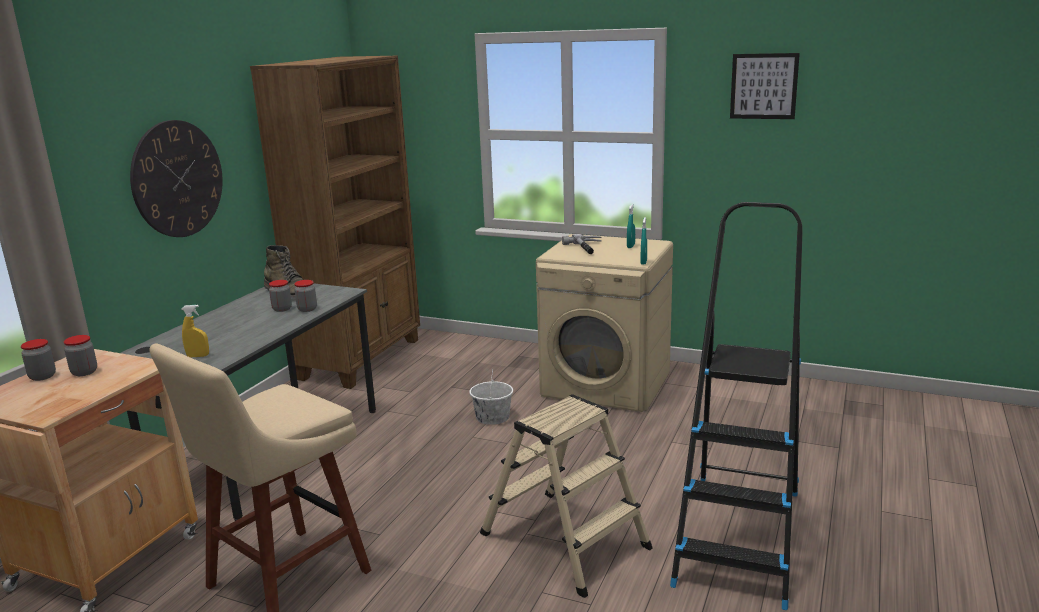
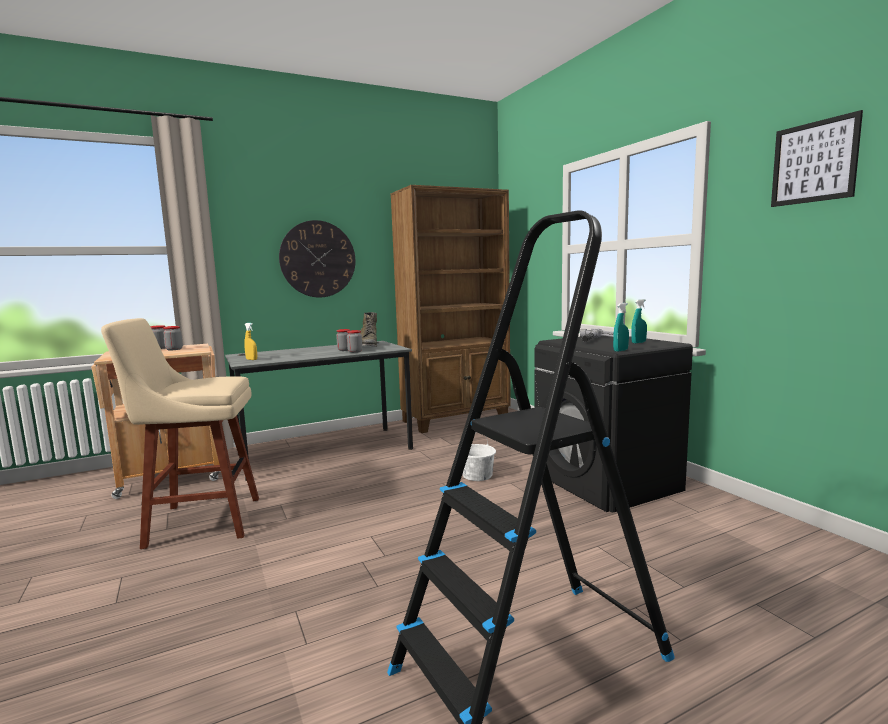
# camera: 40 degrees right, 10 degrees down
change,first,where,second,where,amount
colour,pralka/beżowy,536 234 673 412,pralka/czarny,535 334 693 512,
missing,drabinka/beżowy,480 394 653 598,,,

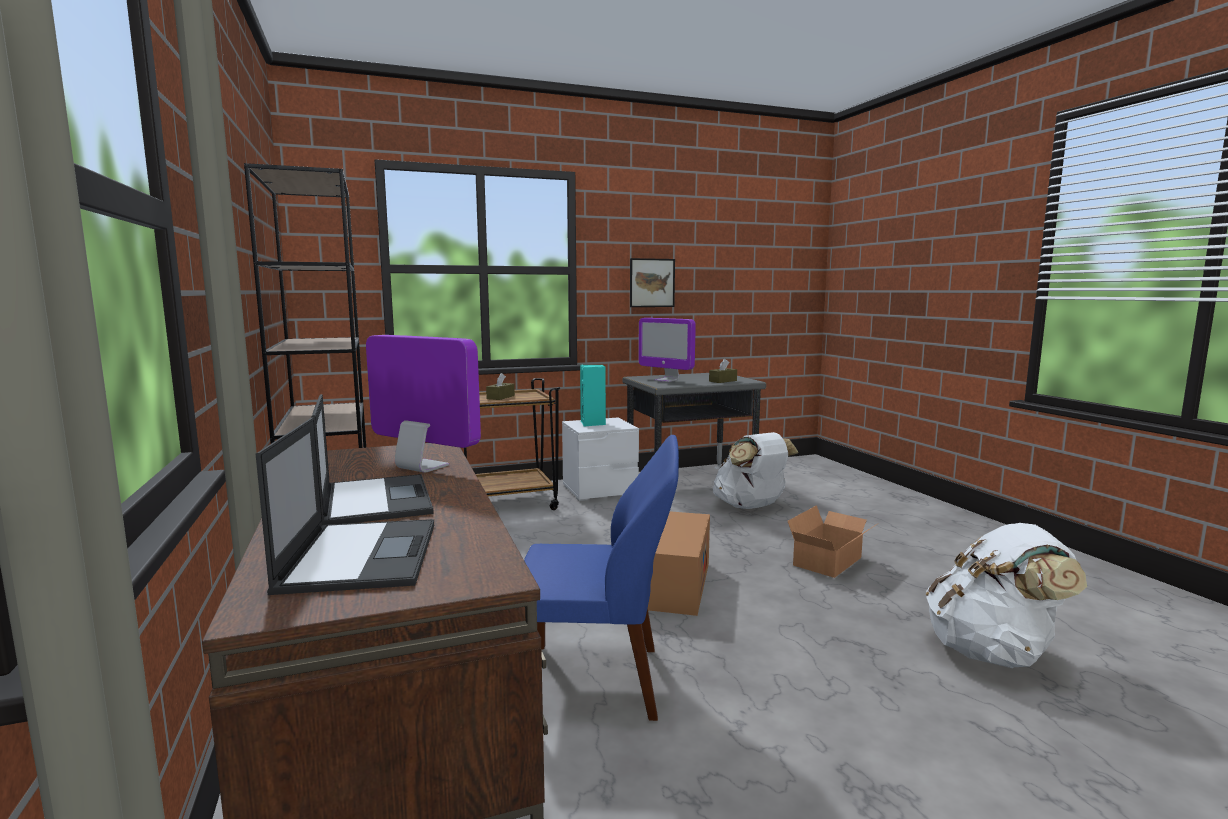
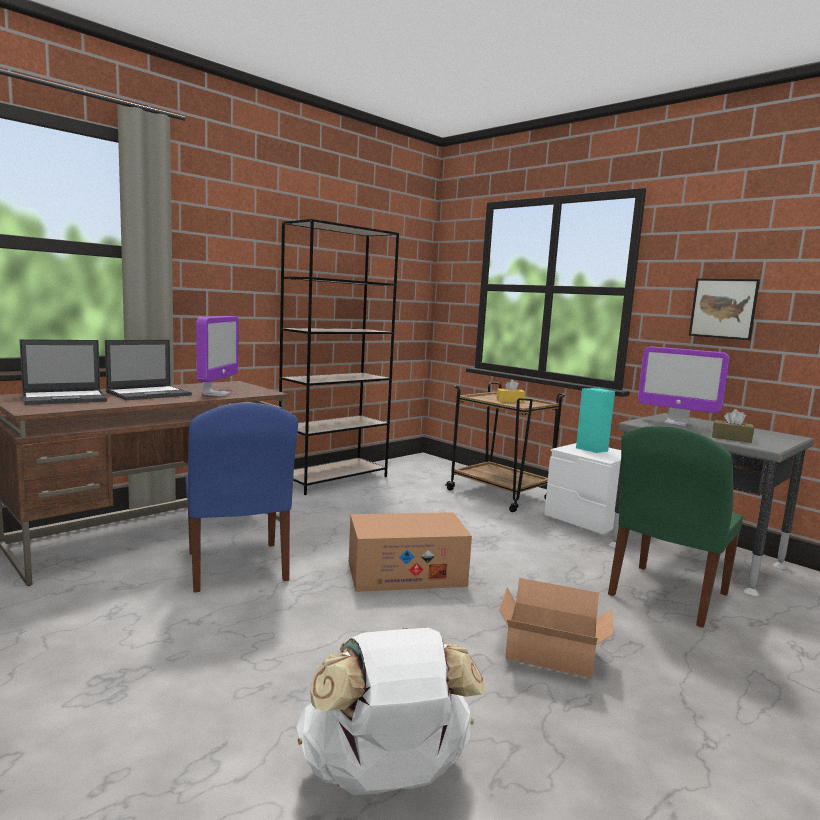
# camera: 65 degrees right, 0 degrees up
change,first,where,second,where,amount
spun,monitor,638 318 696 382,,638 347 730 426,75 degrees counterclockwise
colour,pudełko chusteczek/brązowy,486 373 515 400,pudełko chusteczek/żółty,496 379 525 403,
exchanged,plecak/biały,713 432 798 509,krzesło/zielony,608 426 743 628,

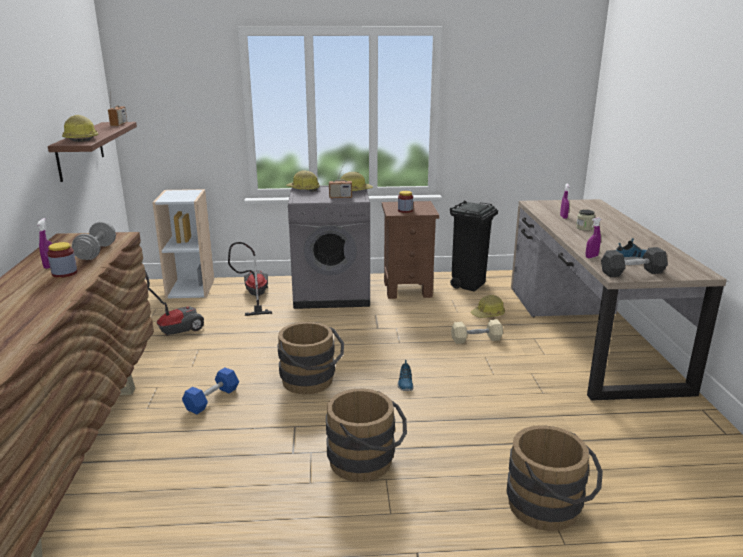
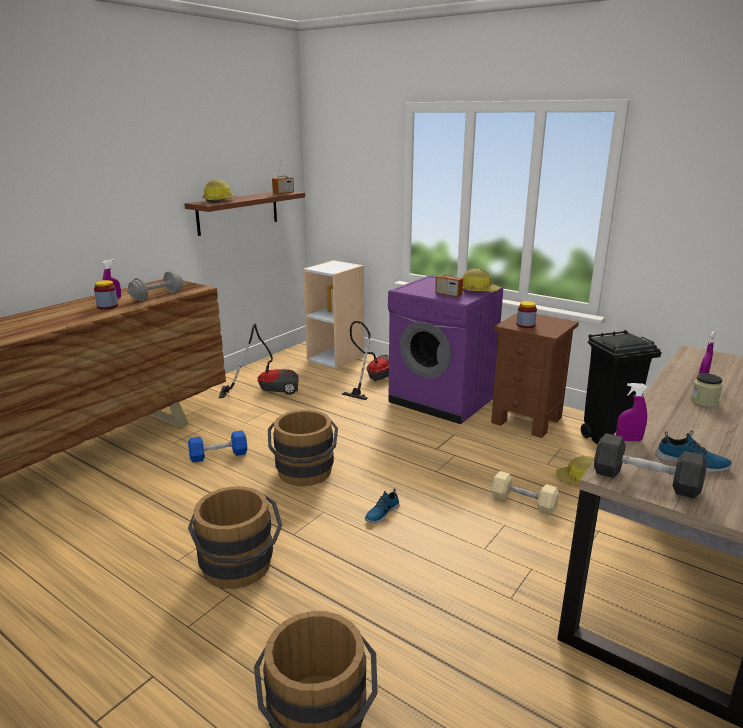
# camera: 40 degrees right, 0 degrees up
change,first,where,second,where,amount
missing,kask,286 170 320 192,,,
colour,pralka/szary,288 185 370 309,pralka/fioletowy,388 275 503 424,

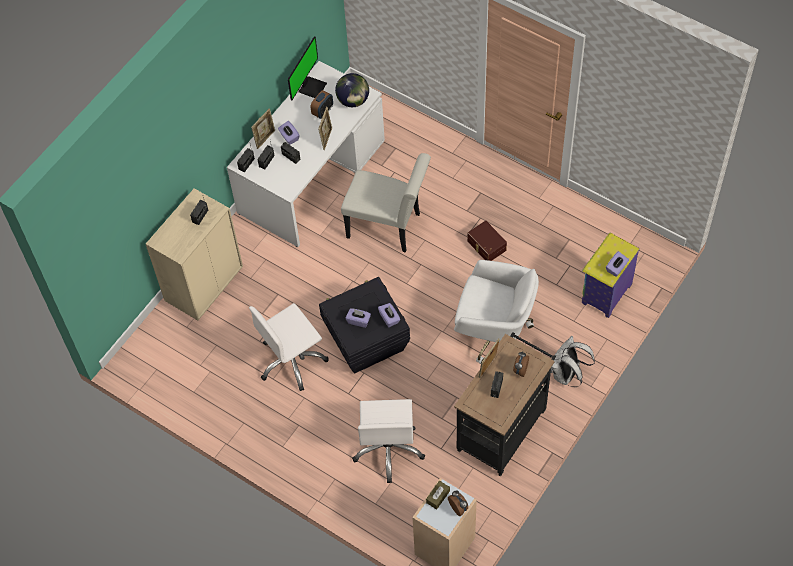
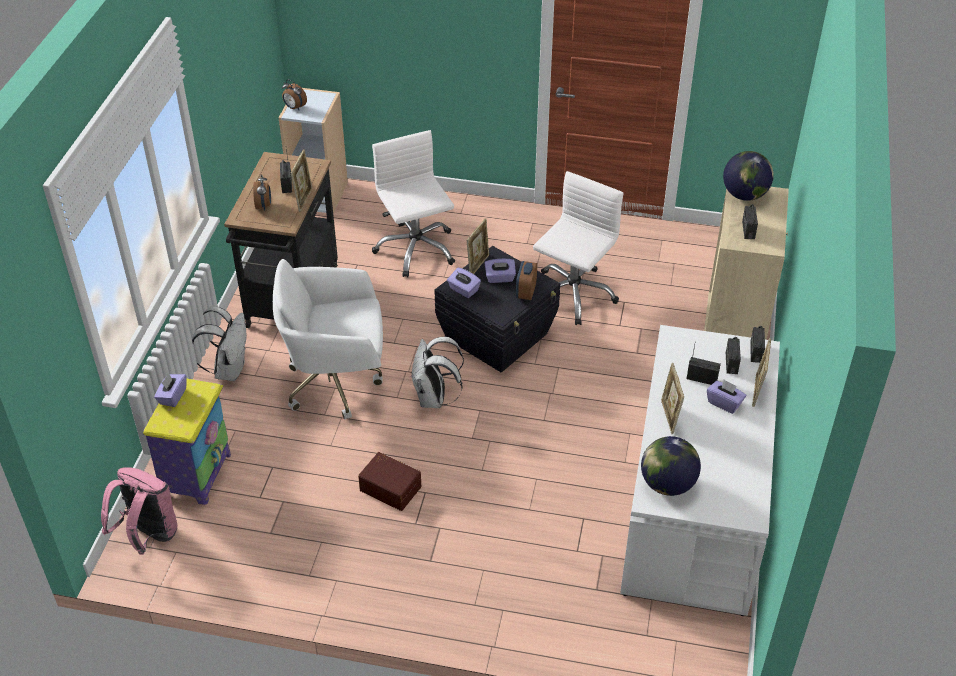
# camera: 155 degrees right, 15 degrees down
change,first,where,second,where,amount
missing,monitor,288 36 327 100,,,
relocated,budzik,311 90 333 119,,516 261 537 300,
missing,krzesło/biały,341 153 431 253,,,
missing,pudełko chusteczek/brązowy,426 481 450 510,,,
appeared,,,globus,723 151 774 201,
appeared,,,ramka na zdjęcie,467 218 489 274,
appeared,,,plecak/biały,412 336 464 408,
appeared,,,plecak/różowy,101 467 177 555,

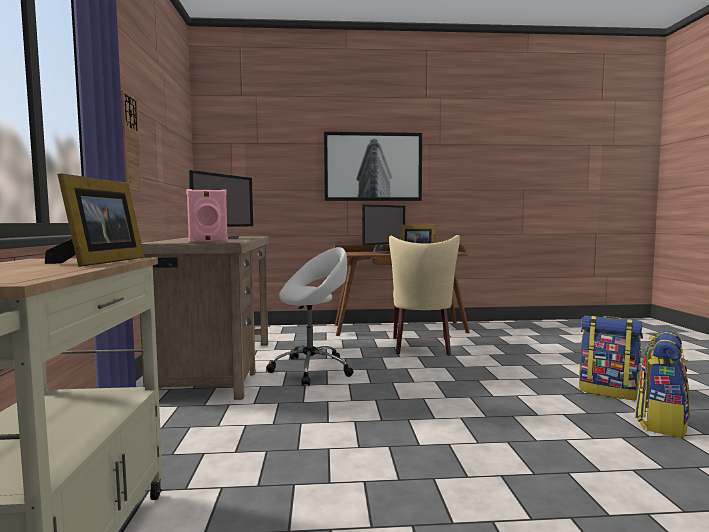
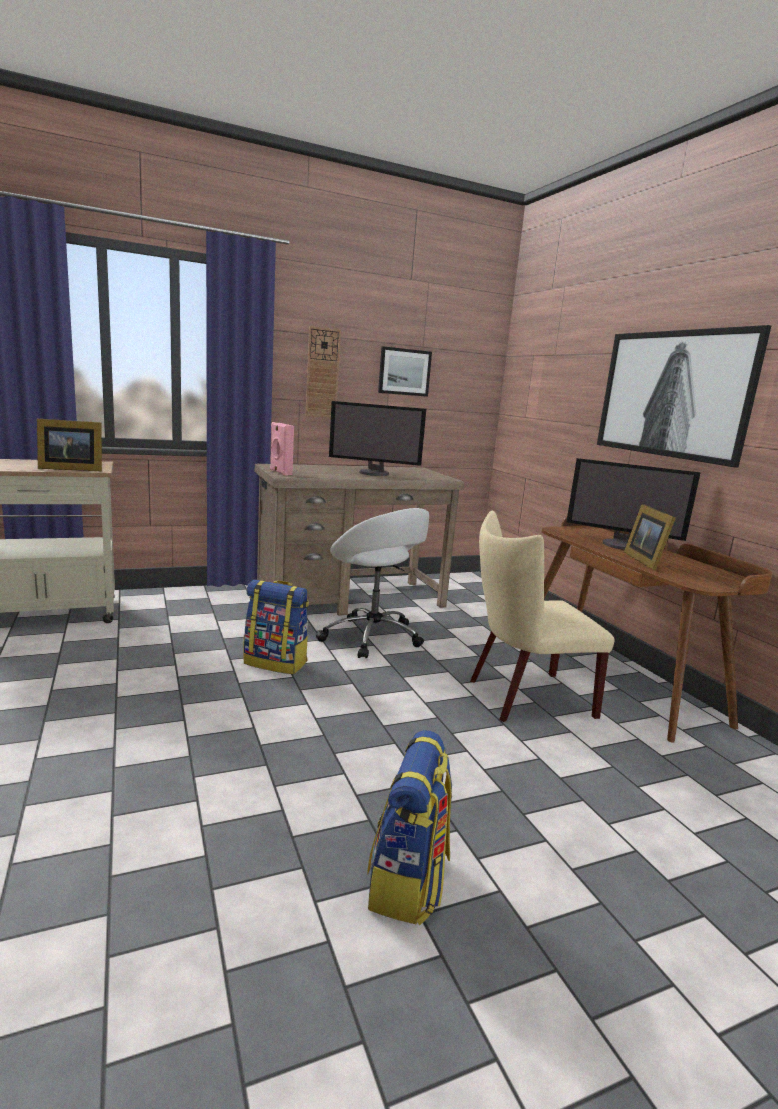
# camera: 70 degrees right, 10 degrees up
change,first,where,second,where,amount
relocated,plecak,635 331 690 438,,244 580 309 674,
appeared,,,obraz,378 346 432 397,

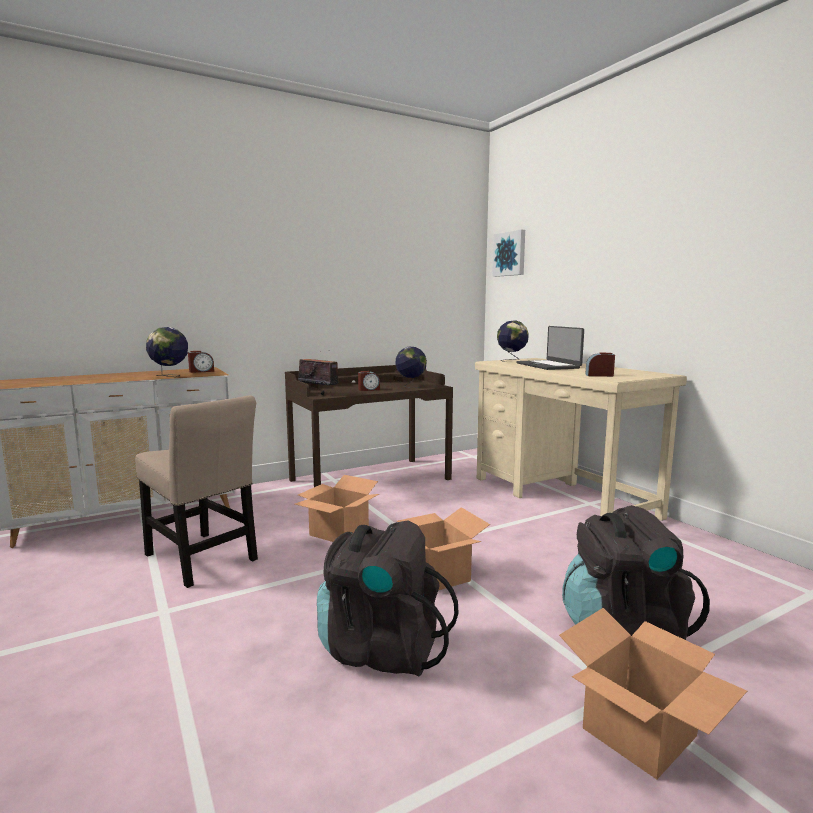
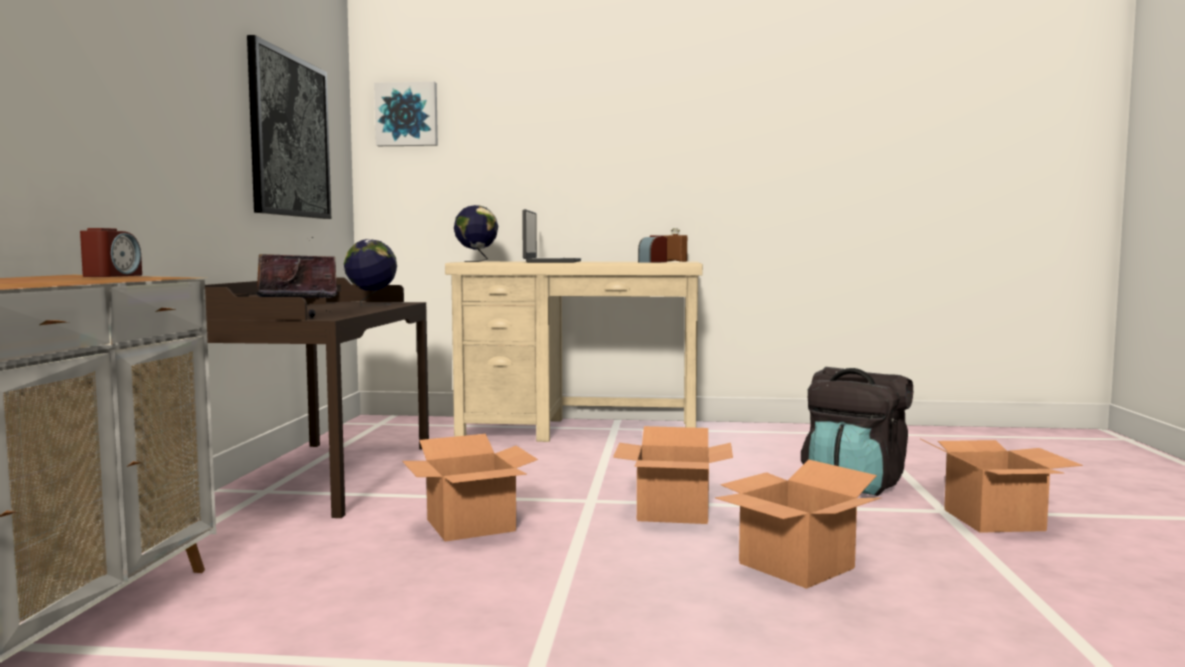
# camera: 55 degrees left, 5 degrees down
change,first,where,second,where,amount
spun,laptop,516 326 584 370,,522 209 581 262,105 degrees counterclockwise
missing,globus,146 327 188 377,,,
missing,budzik,358 371 380 391,,,
missing,krzesło/beżowy,135 395 258 588,,,
exchanged,plecak/czarny,317 520 459 676,karton,715 459 881 589,
appeared,,,obraz,247 35 331 219,
appeared,,,butelka/brązowy,664 228 687 262,

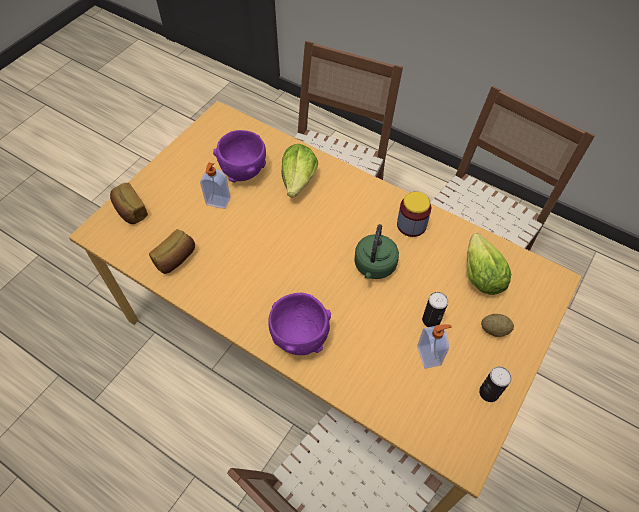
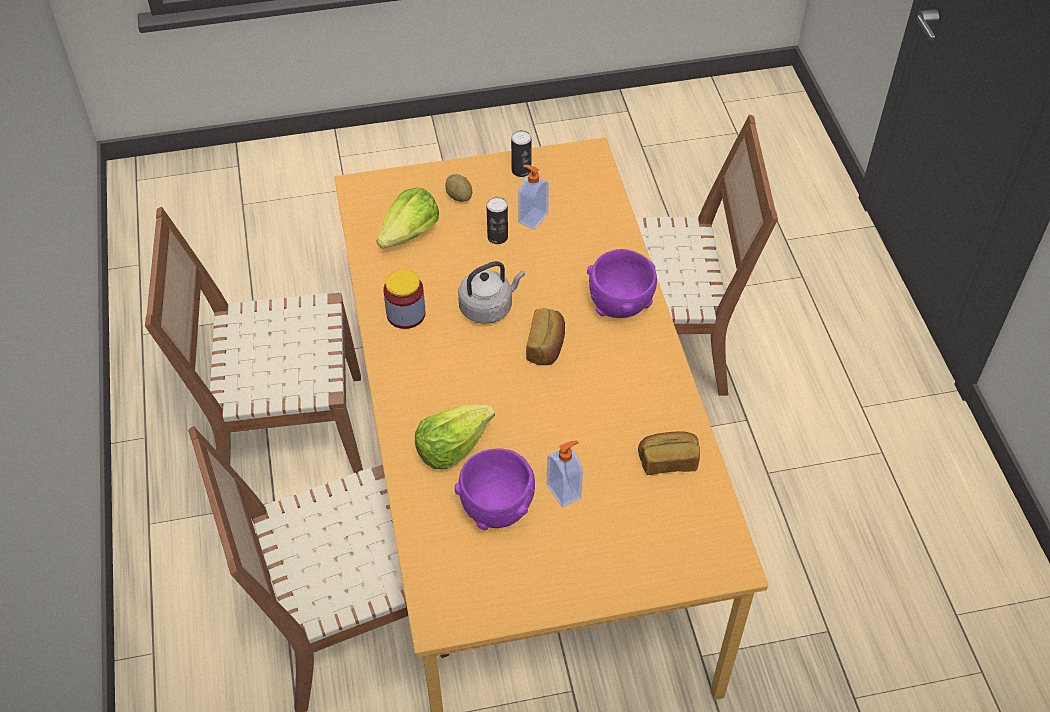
# camera: 135 degrees left, 5 degrees down
change,first,where,second,where,amount
relocated,chleb,110 183 148 224,,526 308 565 365,
colour,czajnik/zielony,354 224 399 279,czajnik/szary,458 261 525 324,

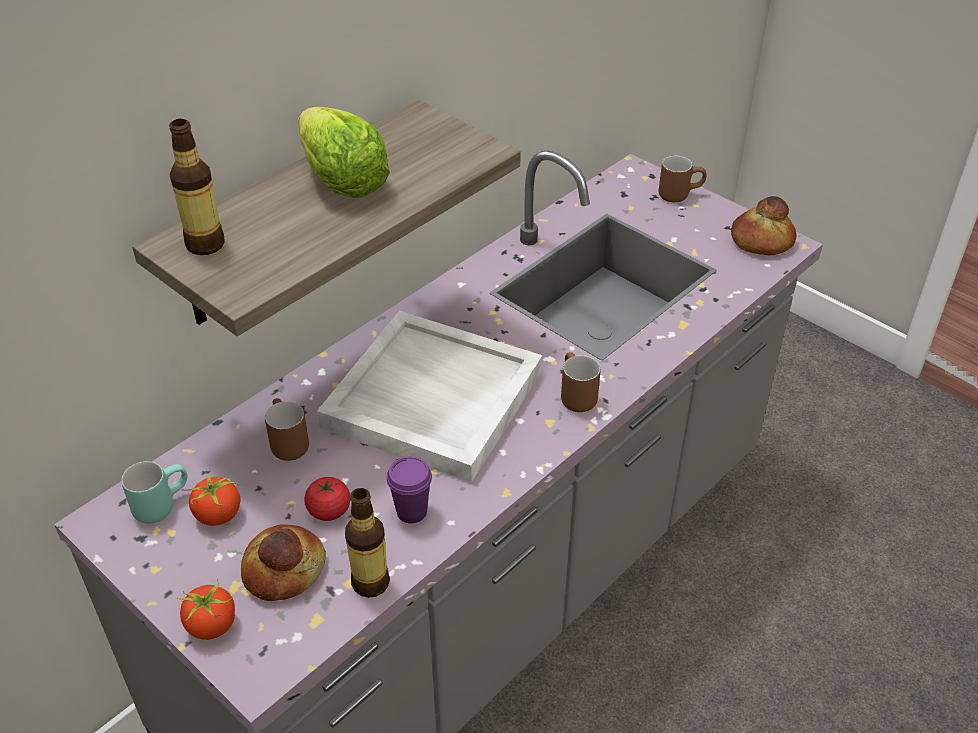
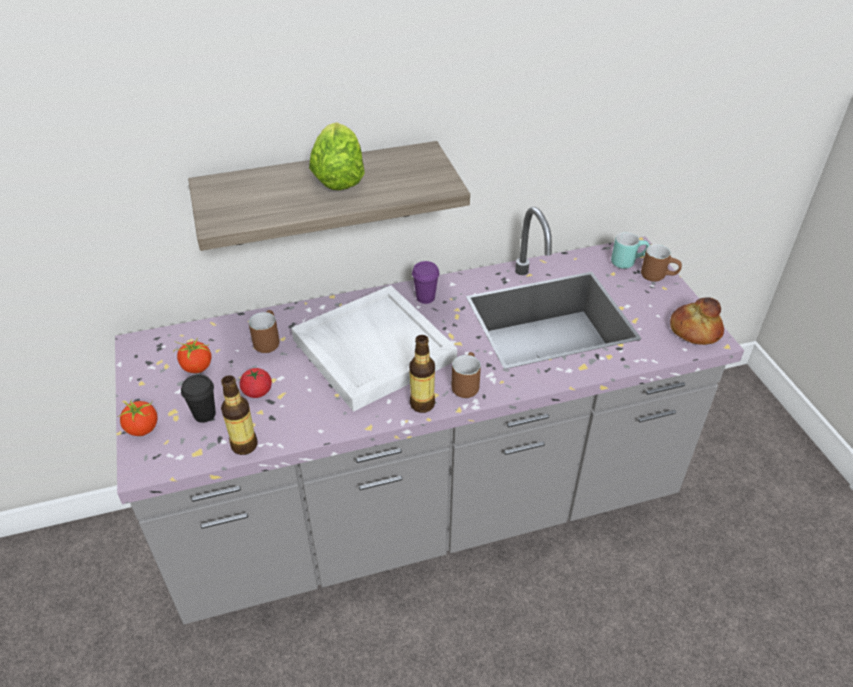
# camera: 30 degrees right, 0 degrees up
change,first,where,second,where,amount
relocated,butelka,169 119 225 255,,409 335 435 413,
relocated,filiżanka/fioletowy,386 456 432 523,,412 261 439 304,
relocated,kubek/turkusowy,121 461 187 524,,611 232 649 269,
exchanged,chleb,241 524 326 601,filiżanka/czarny,181 374 216 423,

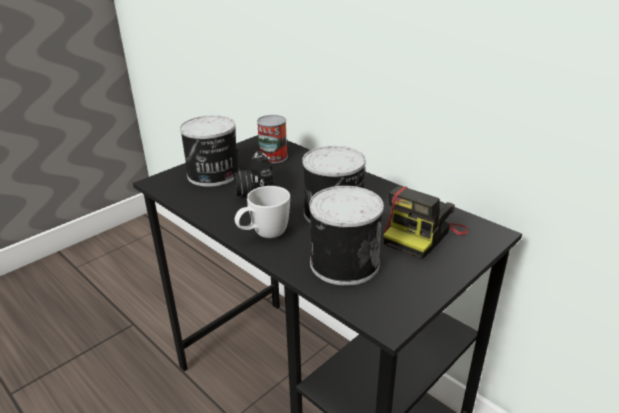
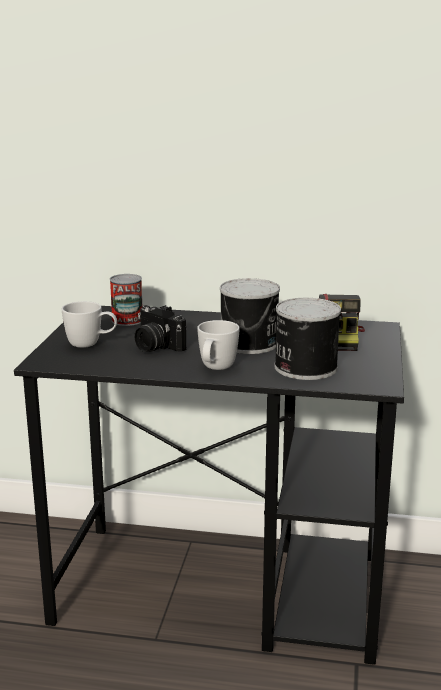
# camera: 35 degrees left, 10 degrees down
change,first,where,second,where,amount
exchanged,puszka,180 115 240 187,kubek/biały,62 301 117 348,

